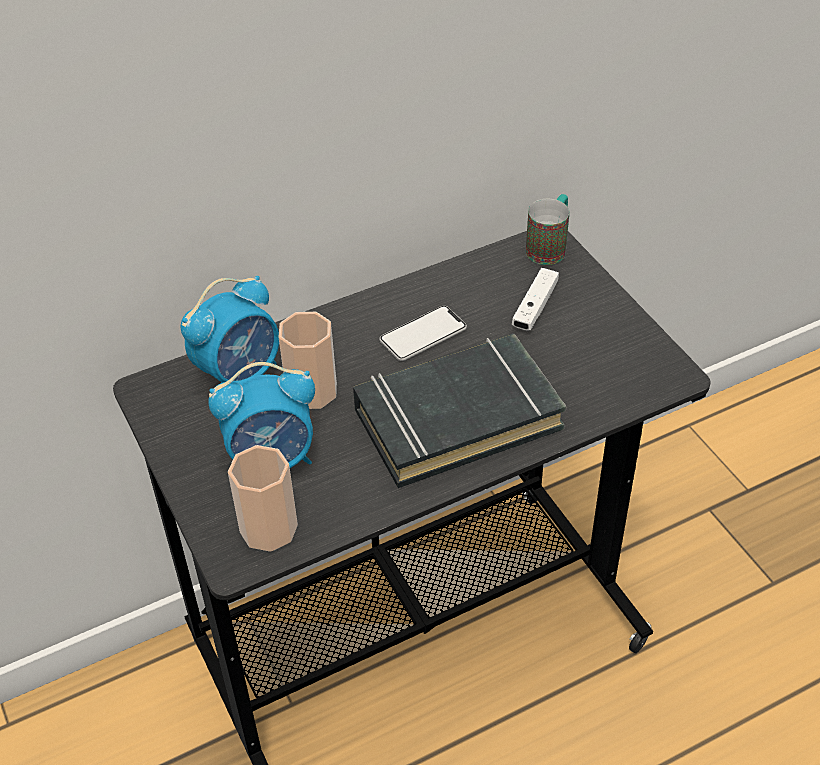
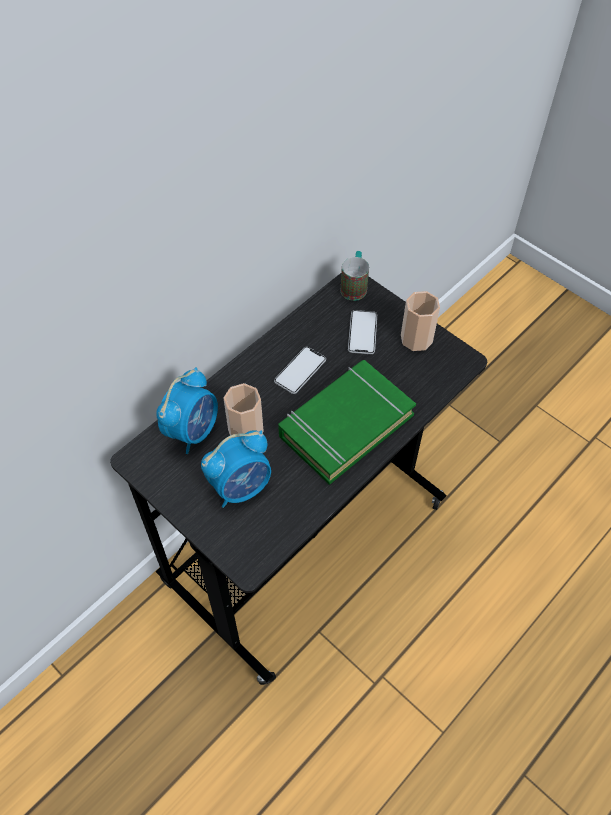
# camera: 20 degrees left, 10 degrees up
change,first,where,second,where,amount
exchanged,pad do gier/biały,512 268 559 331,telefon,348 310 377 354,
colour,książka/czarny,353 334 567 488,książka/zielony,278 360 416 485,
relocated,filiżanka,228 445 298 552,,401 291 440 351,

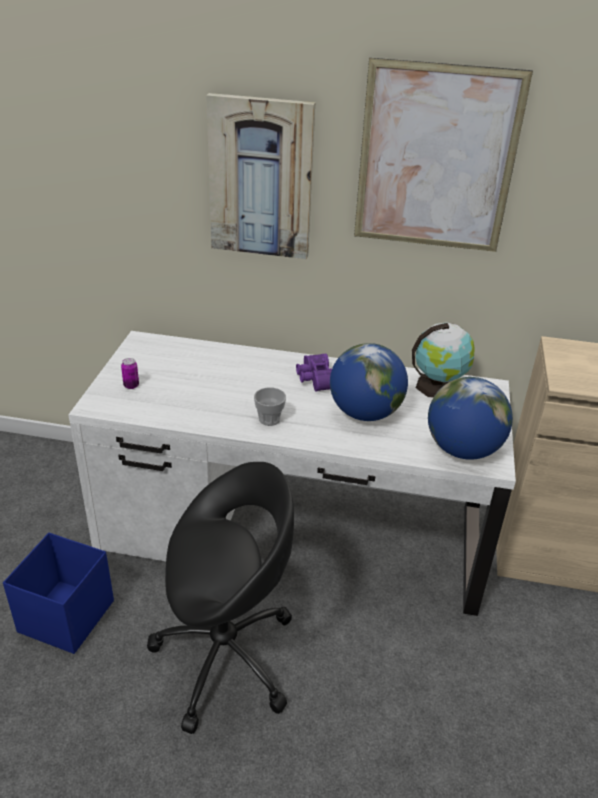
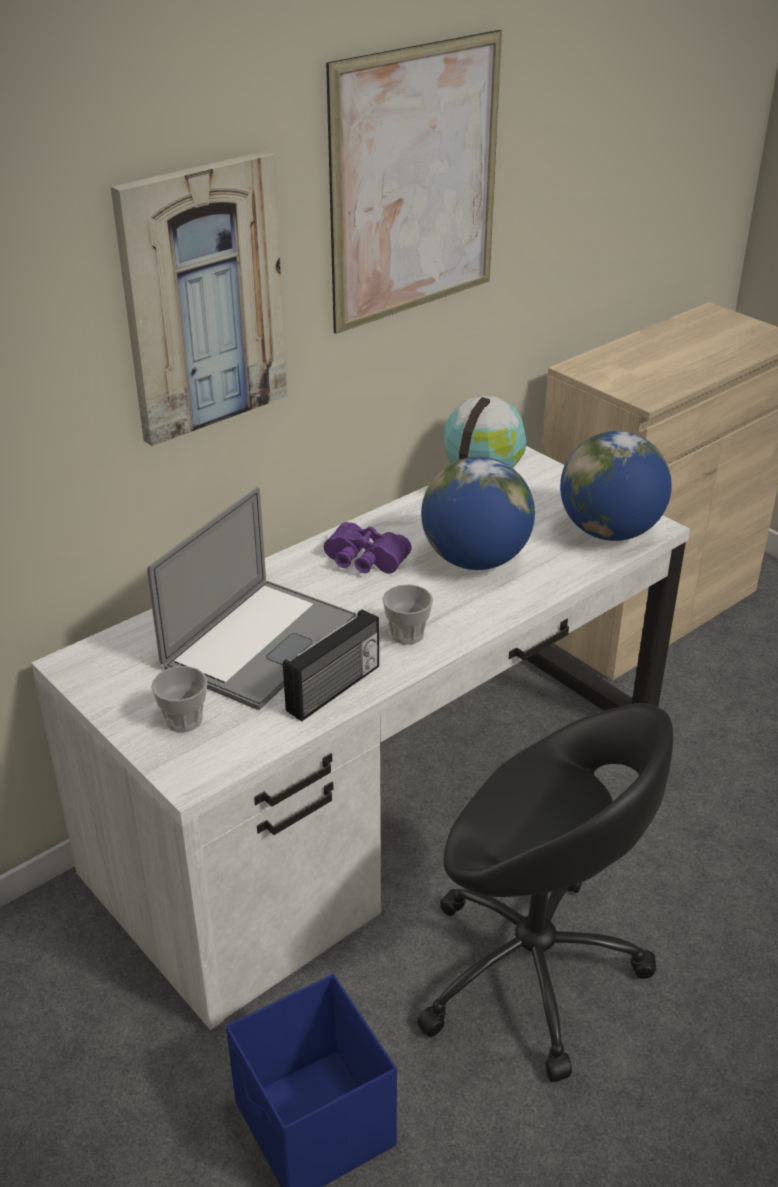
# camera: 50 degrees left, 0 degrees up
change,first,where,second,where,amount
exchanged,puszka,121 358 139 389,filiżanka,151 666 207 732,
spun,krzesło biurowe/czarny,147 462 294 734,,417 703 673 1082,90 degrees clockwise
appeared,,,laptop,147 487 357 710,
appeared,,,radio,283 609 379 721,

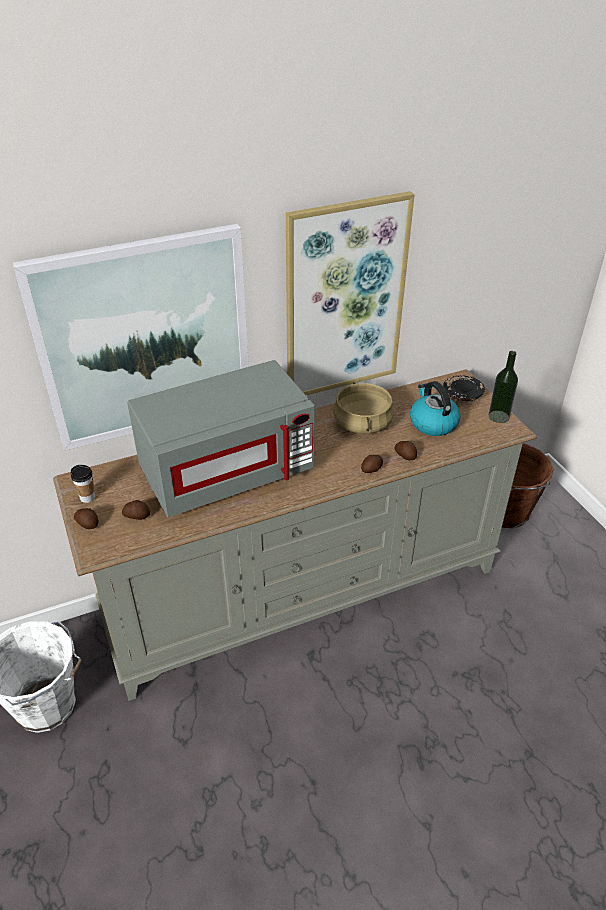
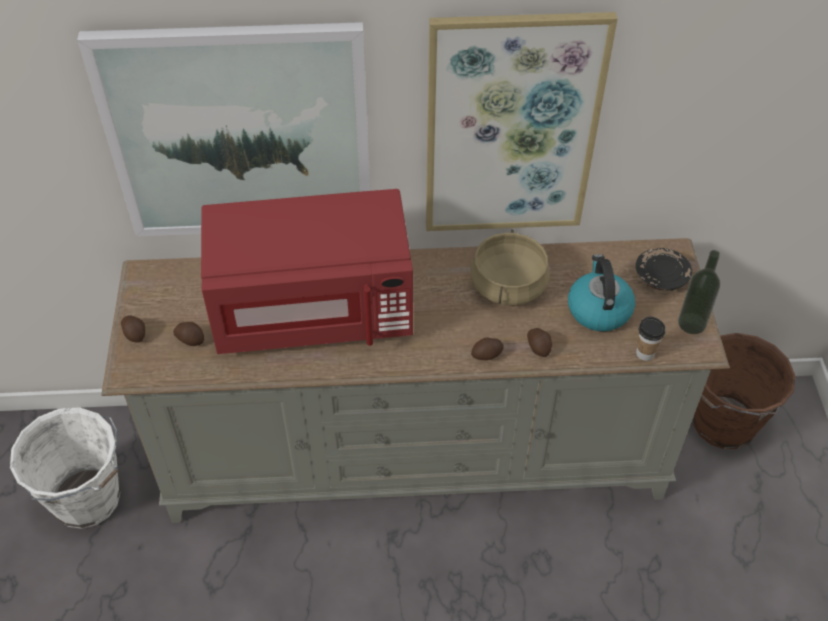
# camera: 20 degrees right, 10 degrees up
change,first,where,second,where,amount
colour,mikrofalówka/szary,127 360 315 518,mikrofalówka/czerwony,201 189 413 354,
relocated,filiżanka,71 465 95 503,,636 317 665 361,

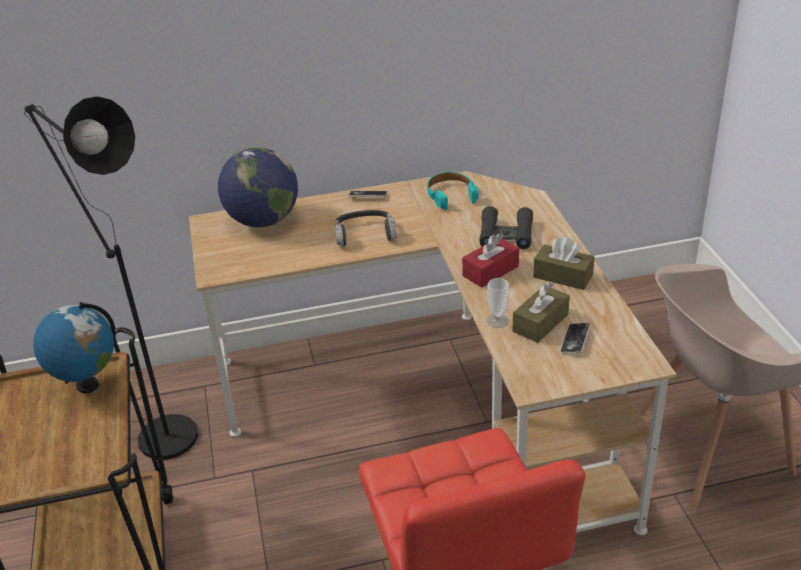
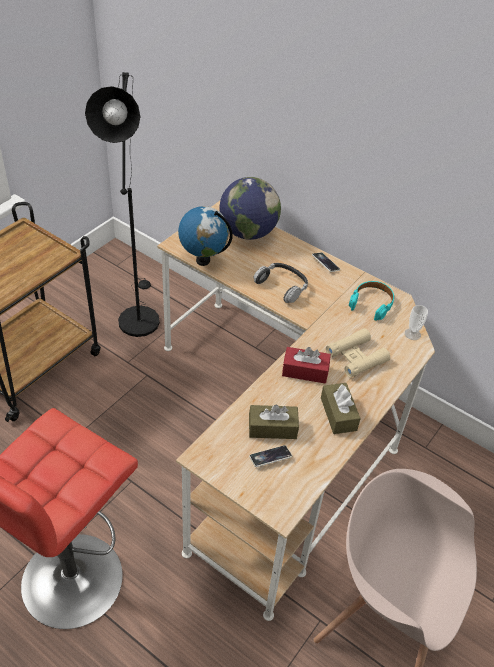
# camera: 45 degrees right, 10 degrees up
change,first,where,second,where,amount
colour,lornetka/czarny,479 206 533 249,lornetka/beżowy,326 328 390 377,
relocated,filiżanka,487 278 509 328,,405 305 428 340,
relocated,globus,33 302 116 394,,178 206 233 266,

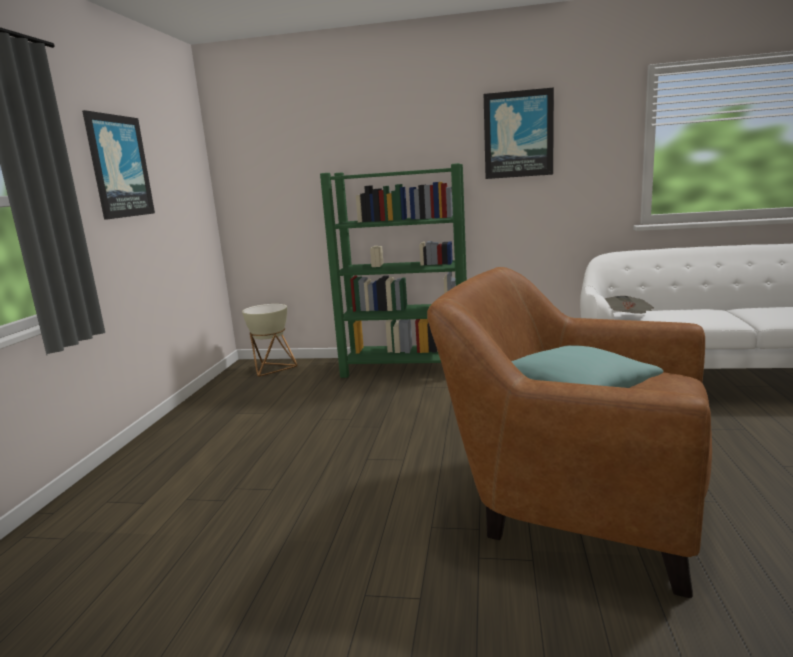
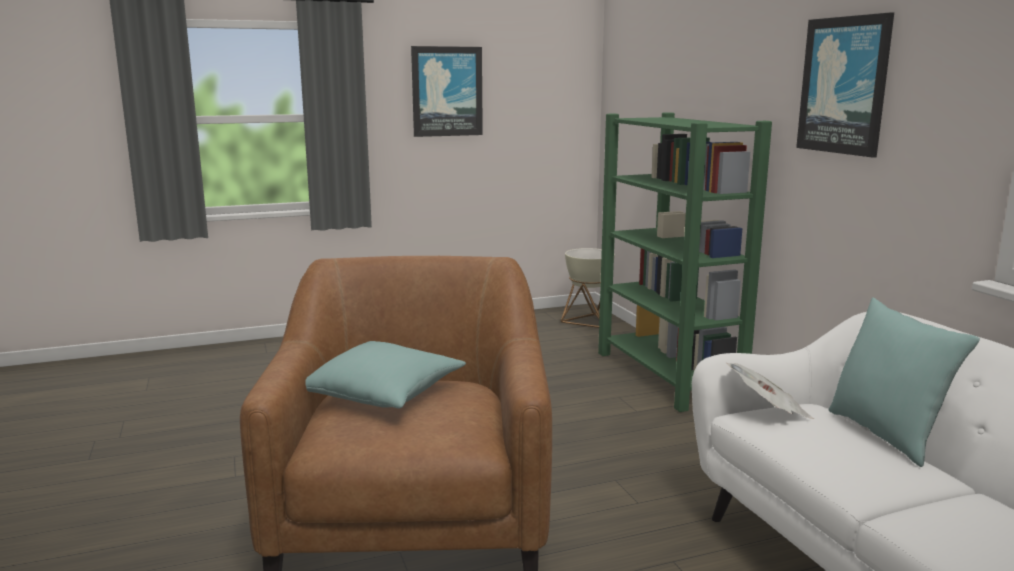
# camera: 60 degrees right, 0 degrees up
change,first,where,second,where,amount
appeared,,,poduszka/turkusowy,829 297 980 467,

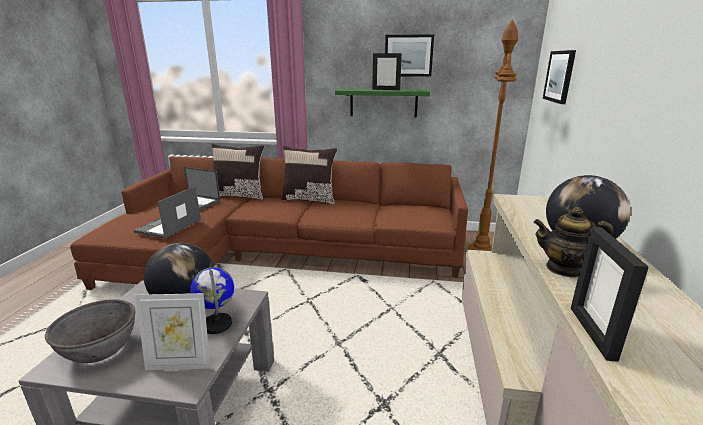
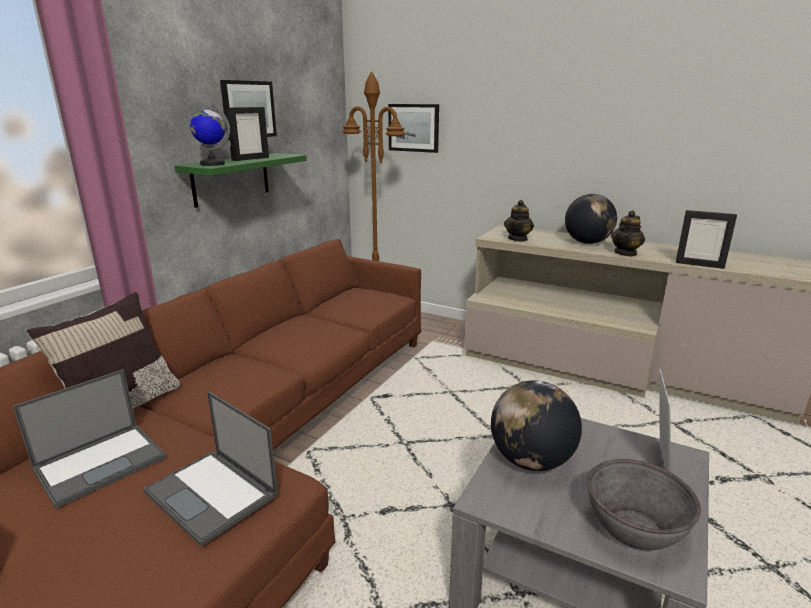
# camera: 70 degrees left, 0 degrees up
change,first,where,second,where,amount
missing,poduszka,281 146 337 204,,,
relocated,globus,191 267 234 334,,190 105 230 166,
appeared,,,imbryk,504 200 534 242,

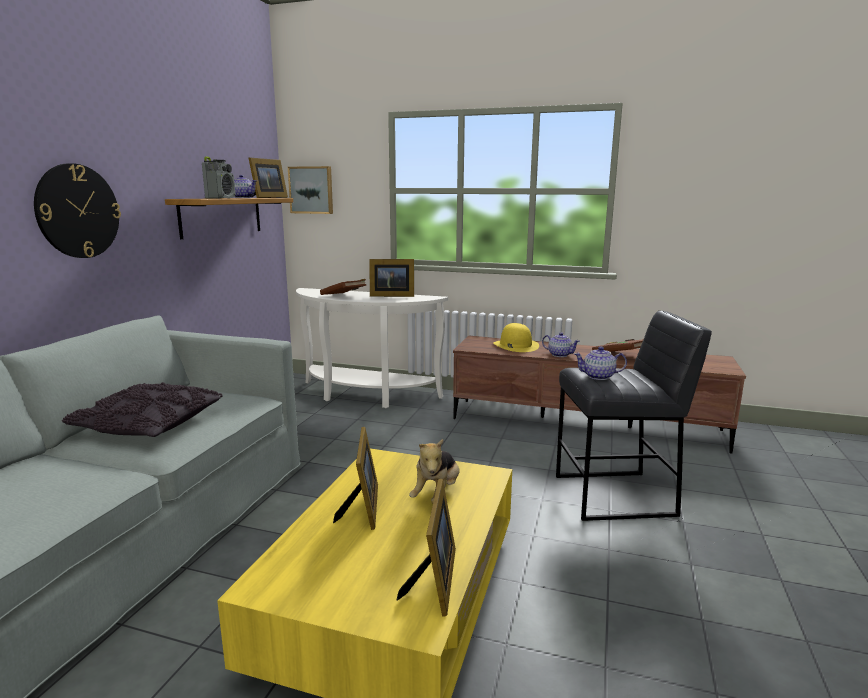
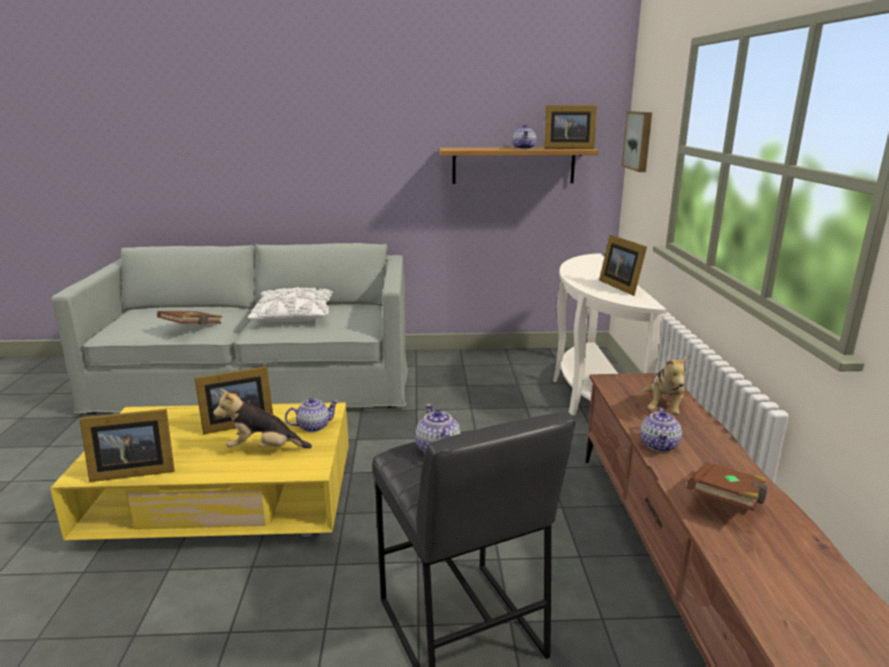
# camera: 70 degrees right, 5 degrees up
change,first,where,second,where,amount
missing,radio,202 156 235 199,,,
missing,zegar ścienny,34 163 121 258,,,
relocated,książka/brązowy,320 279 367 295,,157 311 223 324,
exchanged,kapelusz/żółty,493 323 539 352,pluszak,644 356 689 415,
colour,poduszka/czarny,62 382 223 437,poduszka/biały,247 287 333 322,
appeared,,,imbryk,285 398 339 432,

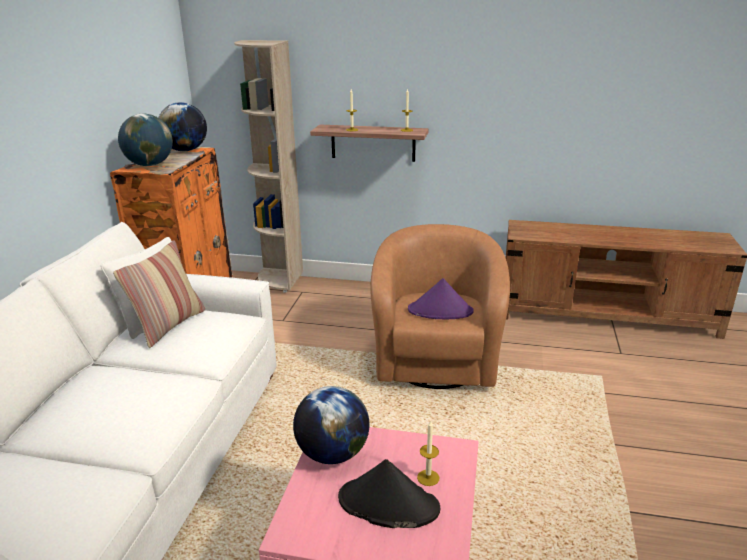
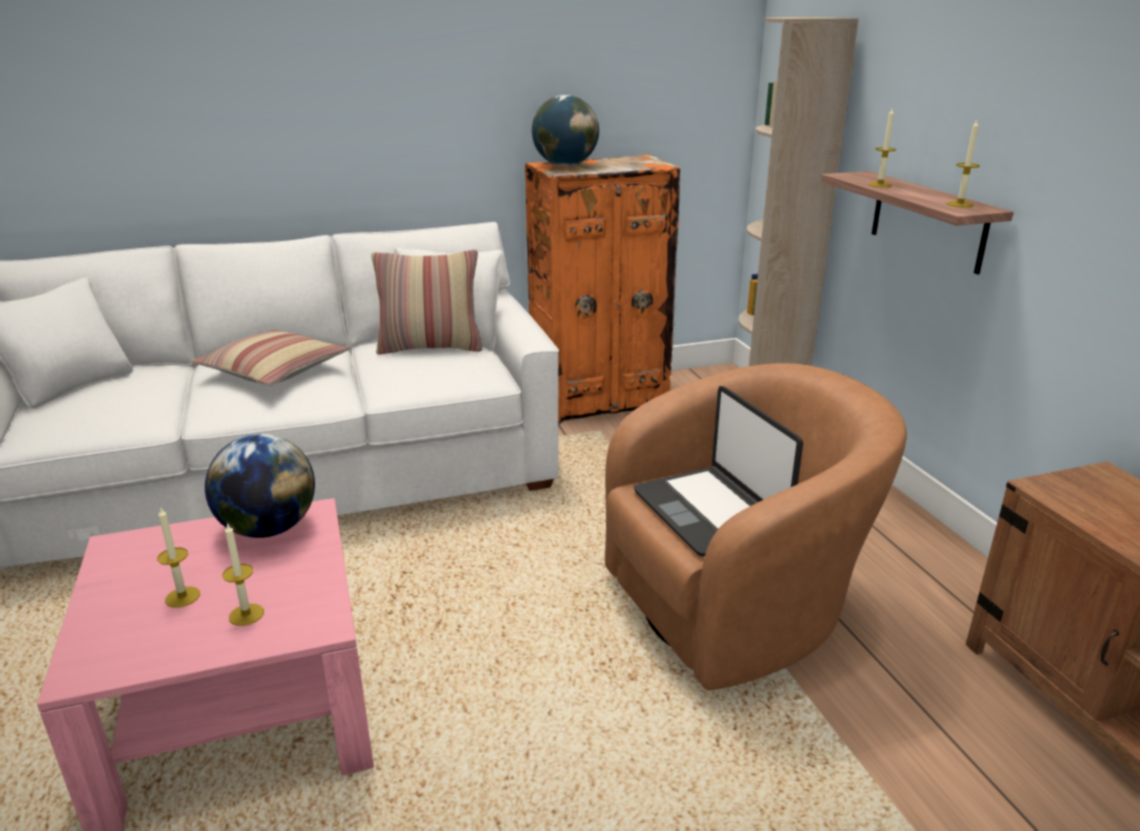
# camera: 60 degrees right, 0 degrees up
change,first,where,second,where,amount
missing,globus,158 102 207 151,,,
exchanged,kapelusz/fioletowy,408 278 474 319,laptop,634 386 803 557,
exchanged,kapelusz/czarny,338 459 440 528,świeca,157 508 200 607,
appeared,,,poduszka,191 330 349 386,

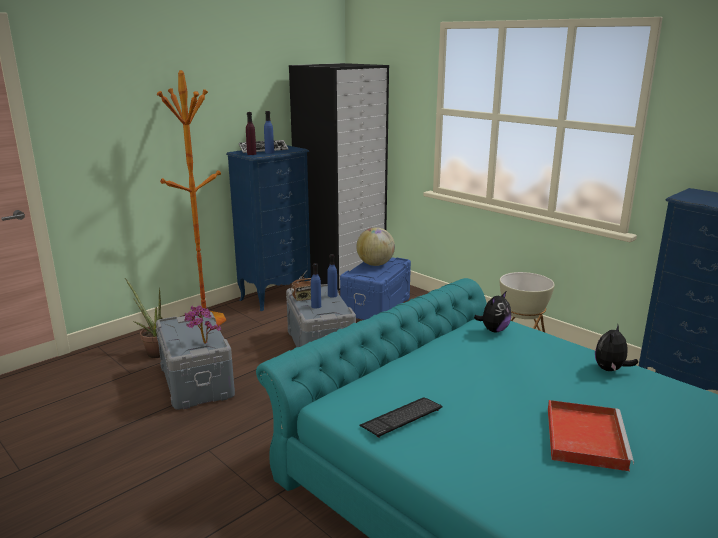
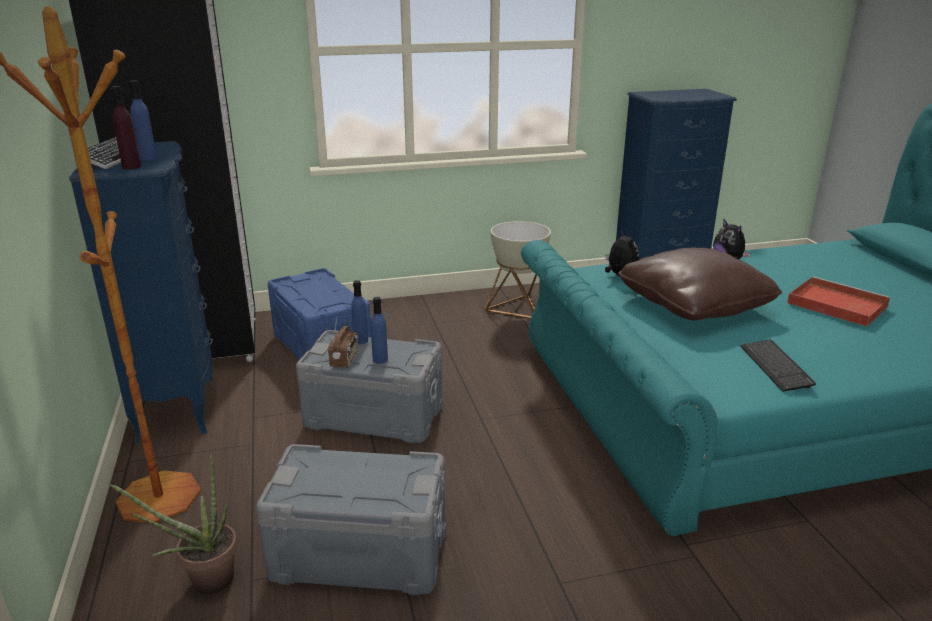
# camera: 60 degrees left, 5 degrees up
change,first,where,second,where,amount
missing,globus,356 227 395 266,,,
missing,roślina doniczkowa,184 305 221 343,,,
appeared,,,poduszka/brązowy,618 248 782 321,

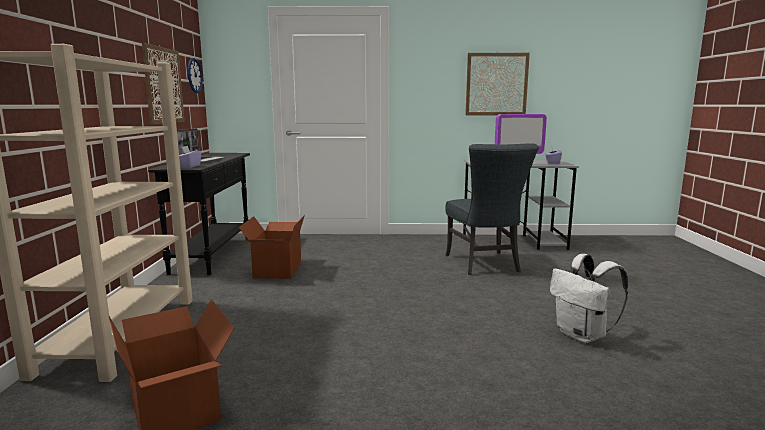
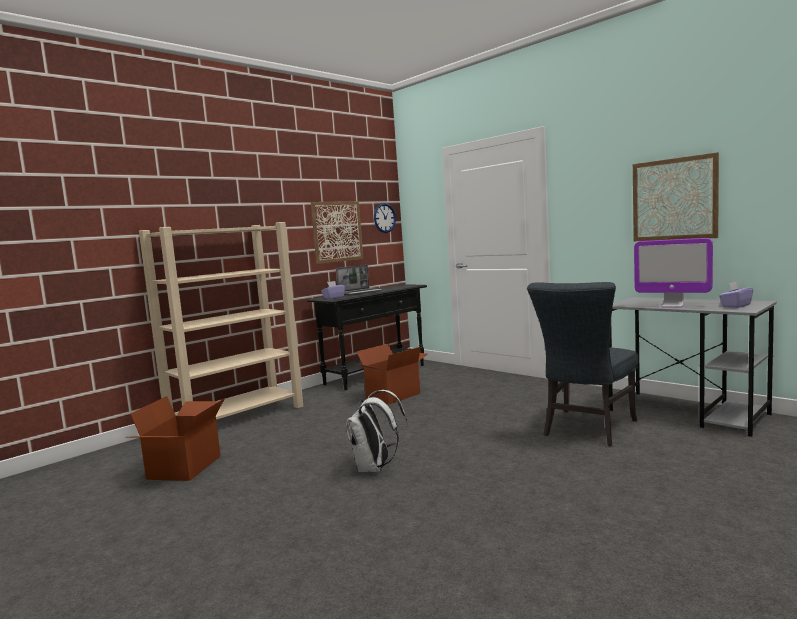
# camera: 45 degrees right, 5 degrees down
change,first,where,second,where,amount
relocated,plecak/biały,550 254 628 343,,346 390 407 472,

